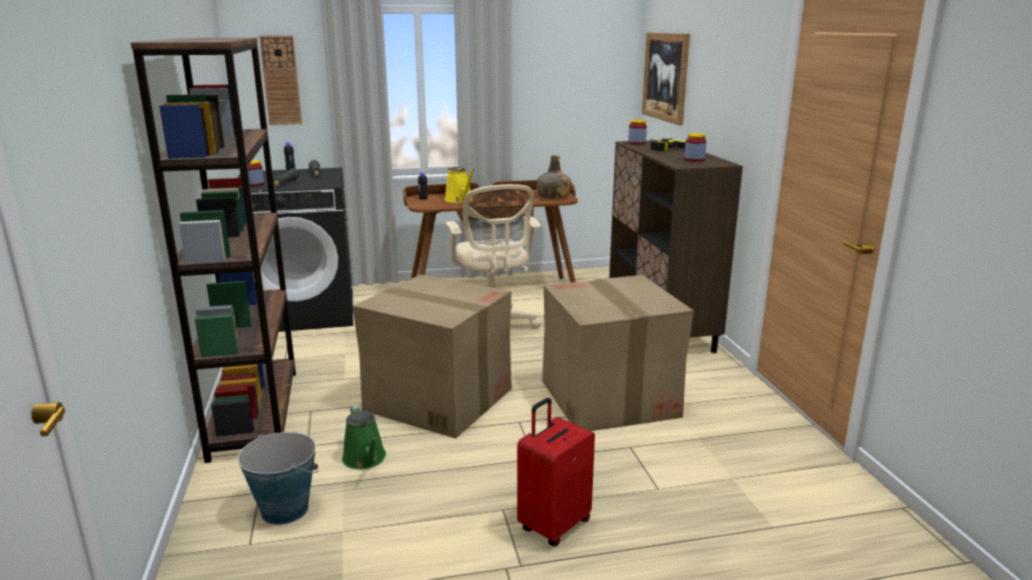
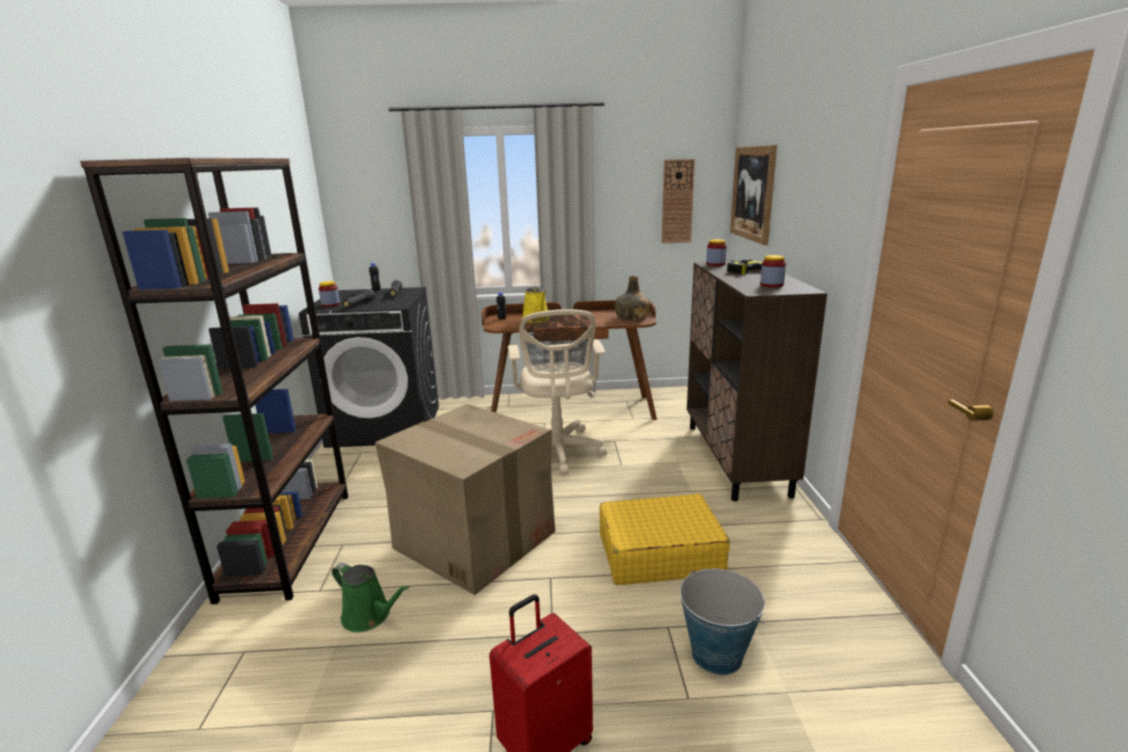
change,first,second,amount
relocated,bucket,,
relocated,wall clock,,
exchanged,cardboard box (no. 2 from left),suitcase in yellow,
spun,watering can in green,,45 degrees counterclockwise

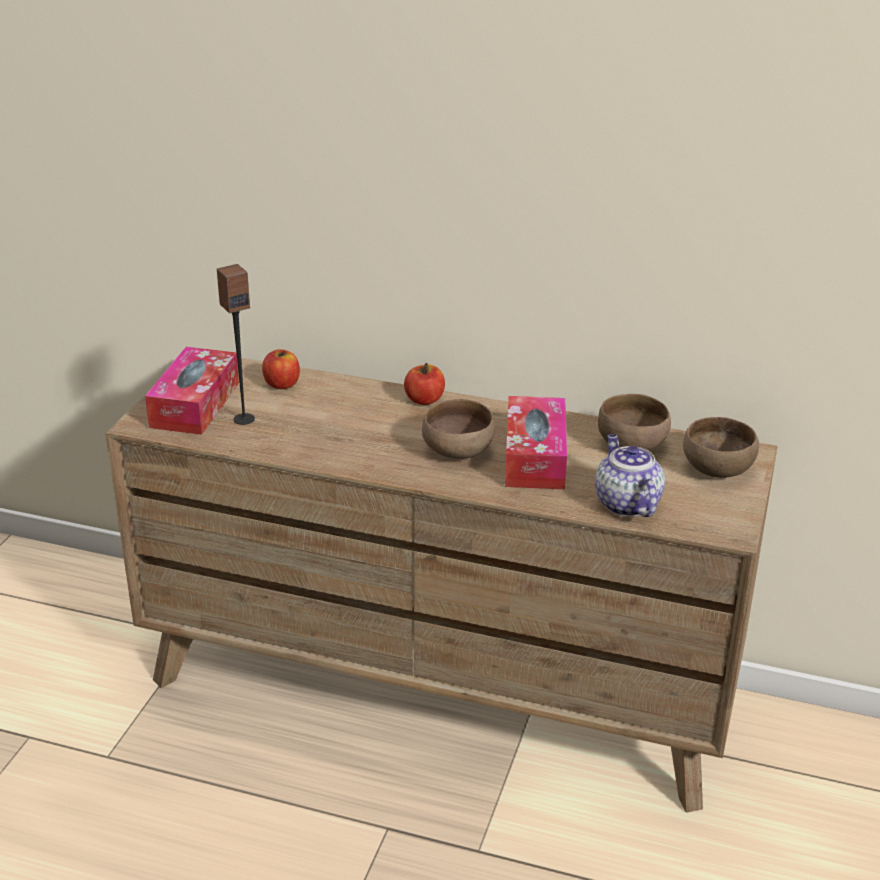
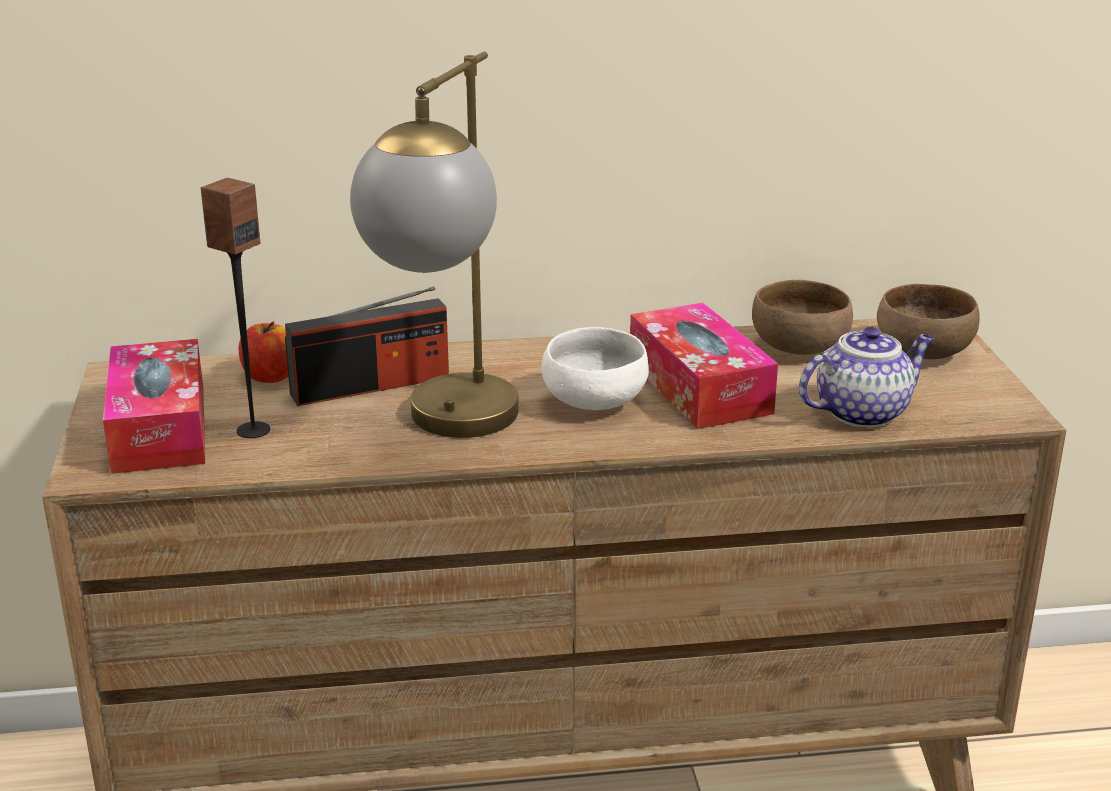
change,first,second,amount
missing,apple (no. 2 from left),,
appeared,,radio,
appeared,,table lamp,
colour,bowl in brown (no. 1 from left),bowl in white,
spun,teapot,,105 degrees clockwise

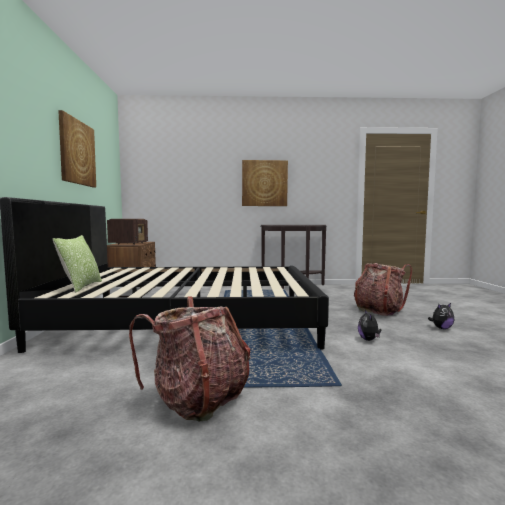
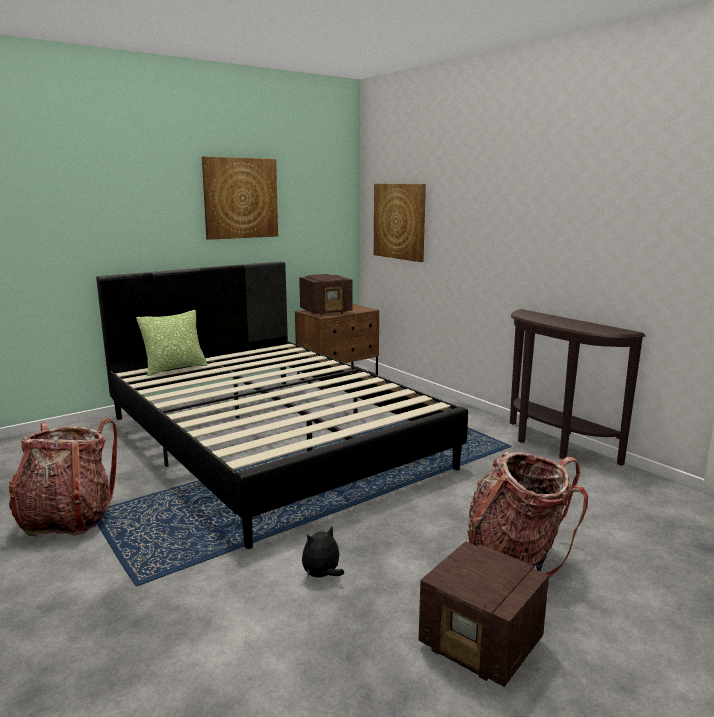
change,first,second,amount
relocated,picture (no. 2 from left),,
exchanged,plush toy (no. 2 from left),radio (no. 2 from left),

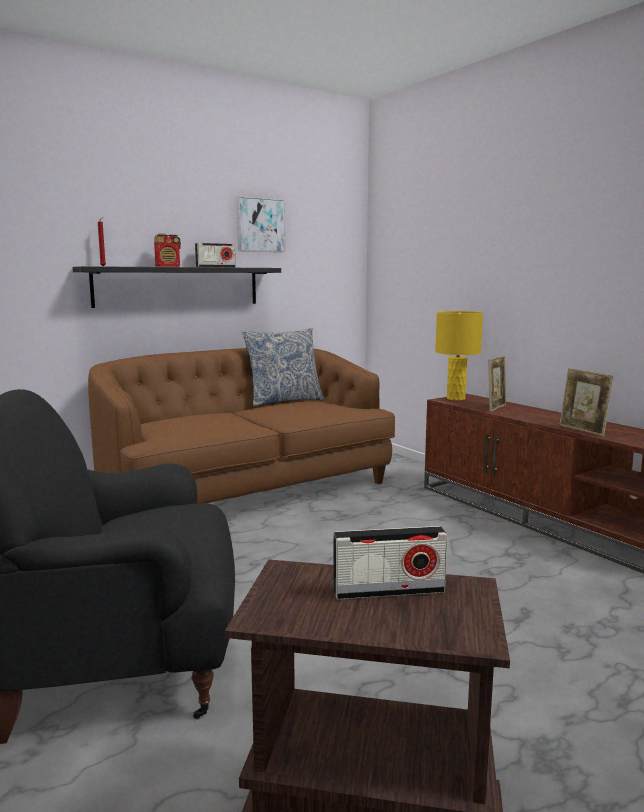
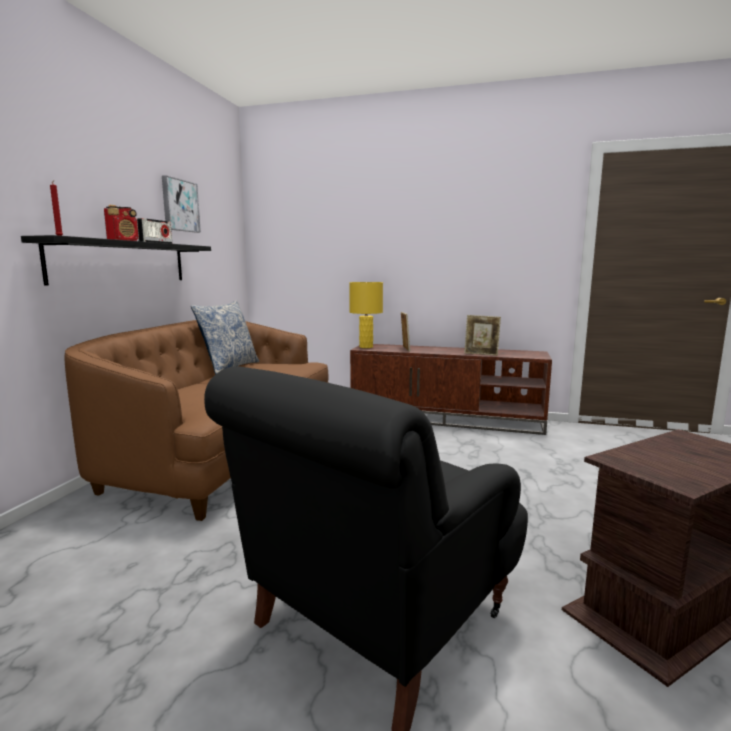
change,first,second,amount
missing,radio (no. 3 from left),,

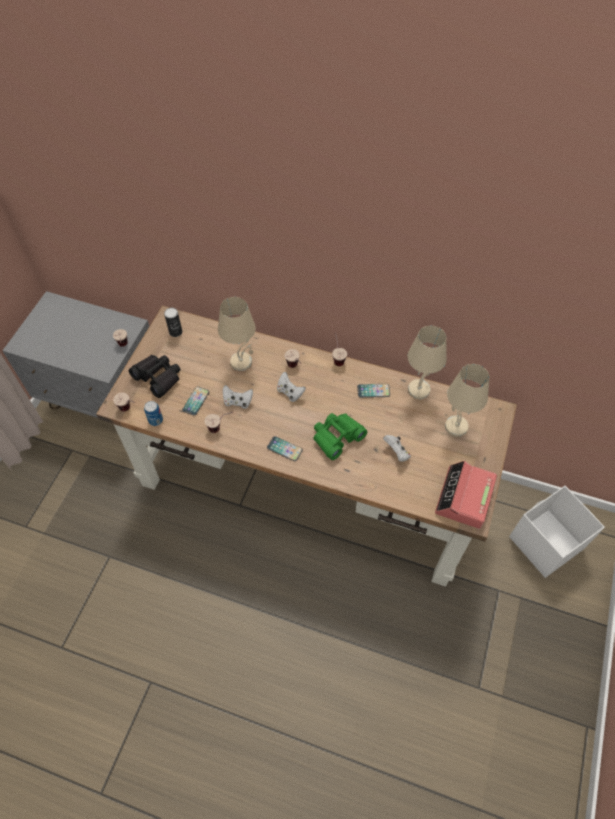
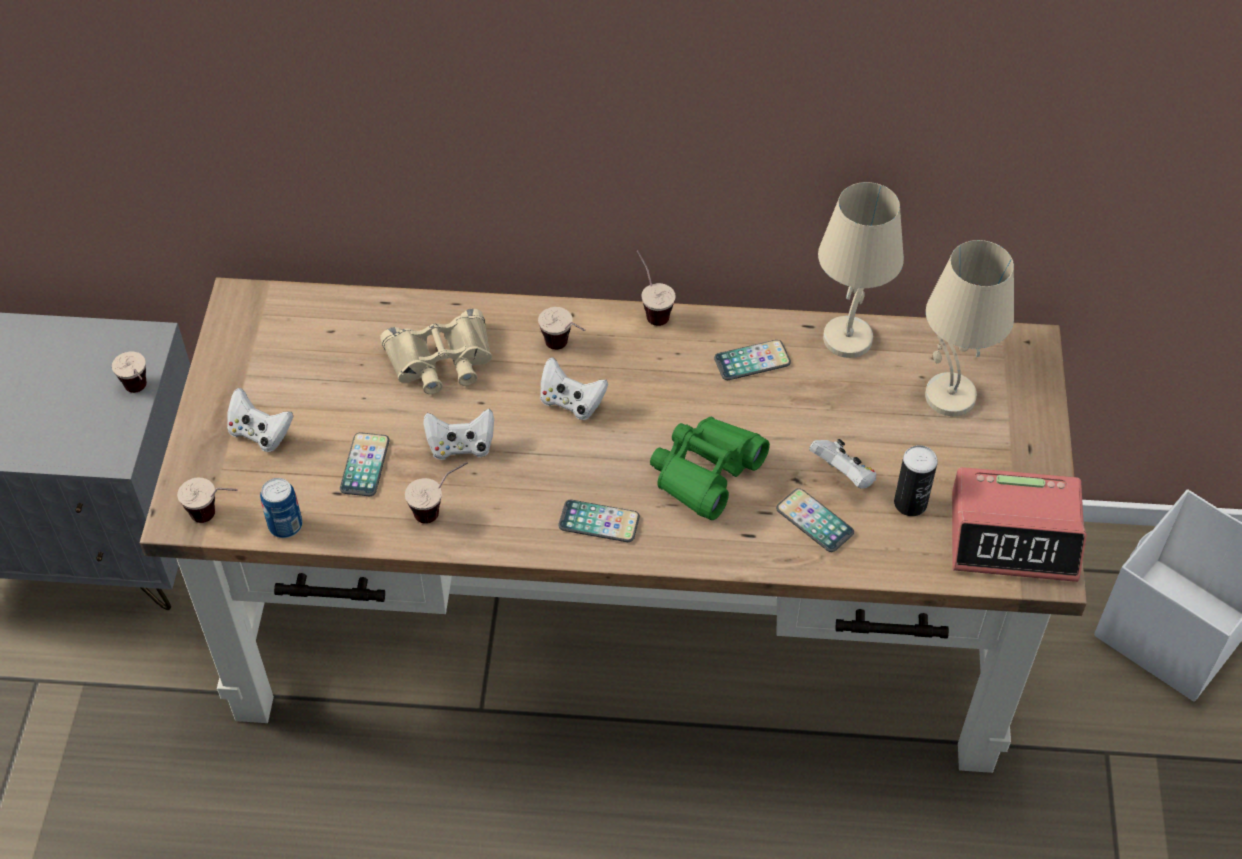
change,first,second,amount
appeared,,phone (no. 4 from left),
relocated,can (no. 2 from left),,
exchanged,binoculars in black,game controller in white (no. 1 from left),
exchanged,table lamp in beige (no. 1 from left),binoculars in beige,
spun,alarm clock,,90 degrees counterclockwise

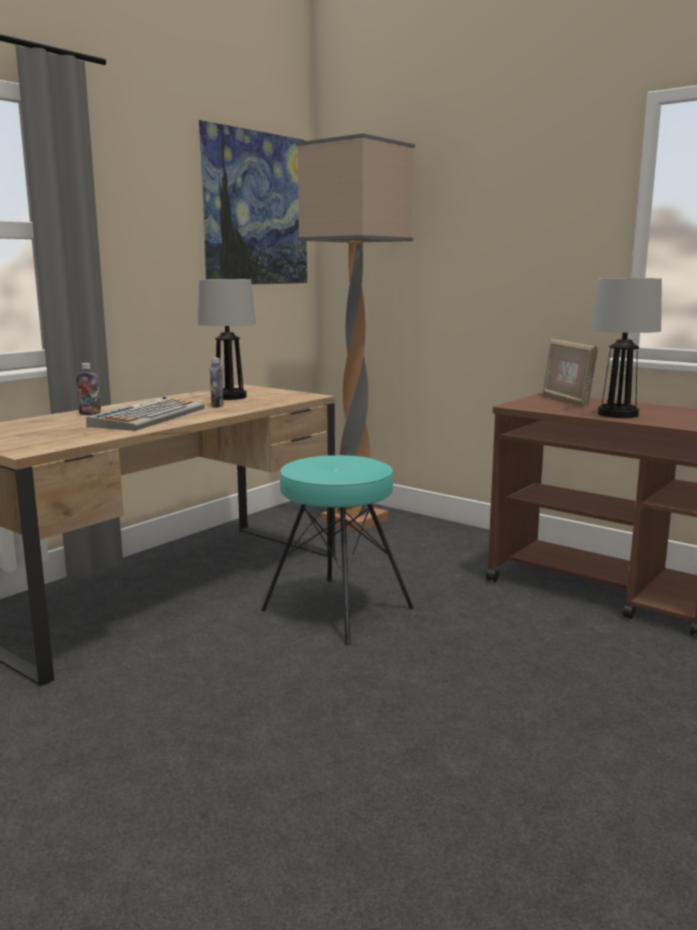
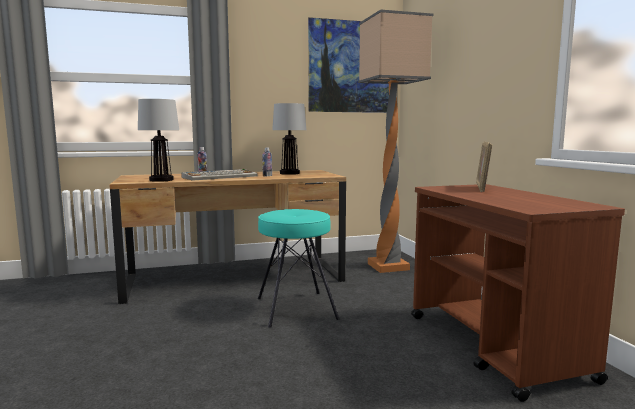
change,first,second,amount
relocated,table lamp (no. 2 from left in the first image),table lamp (no. 1 from left),

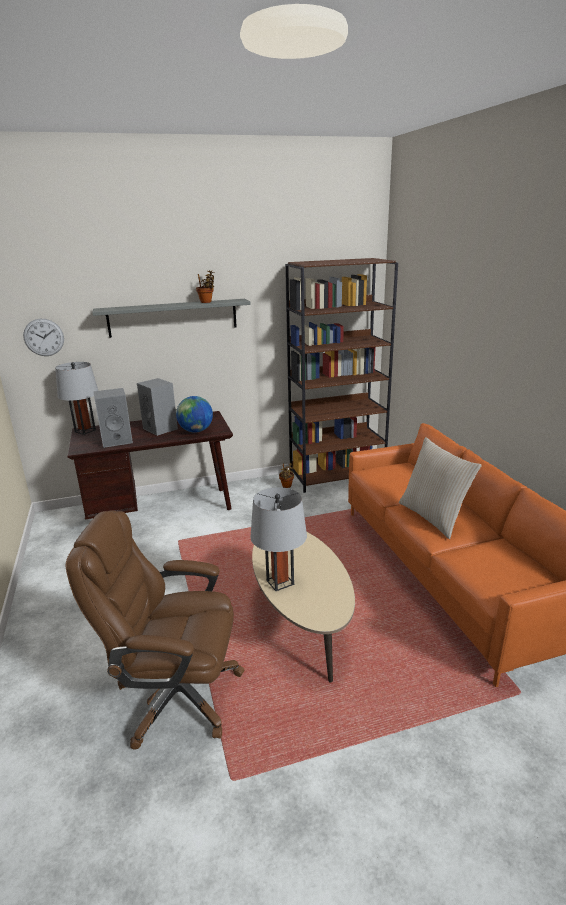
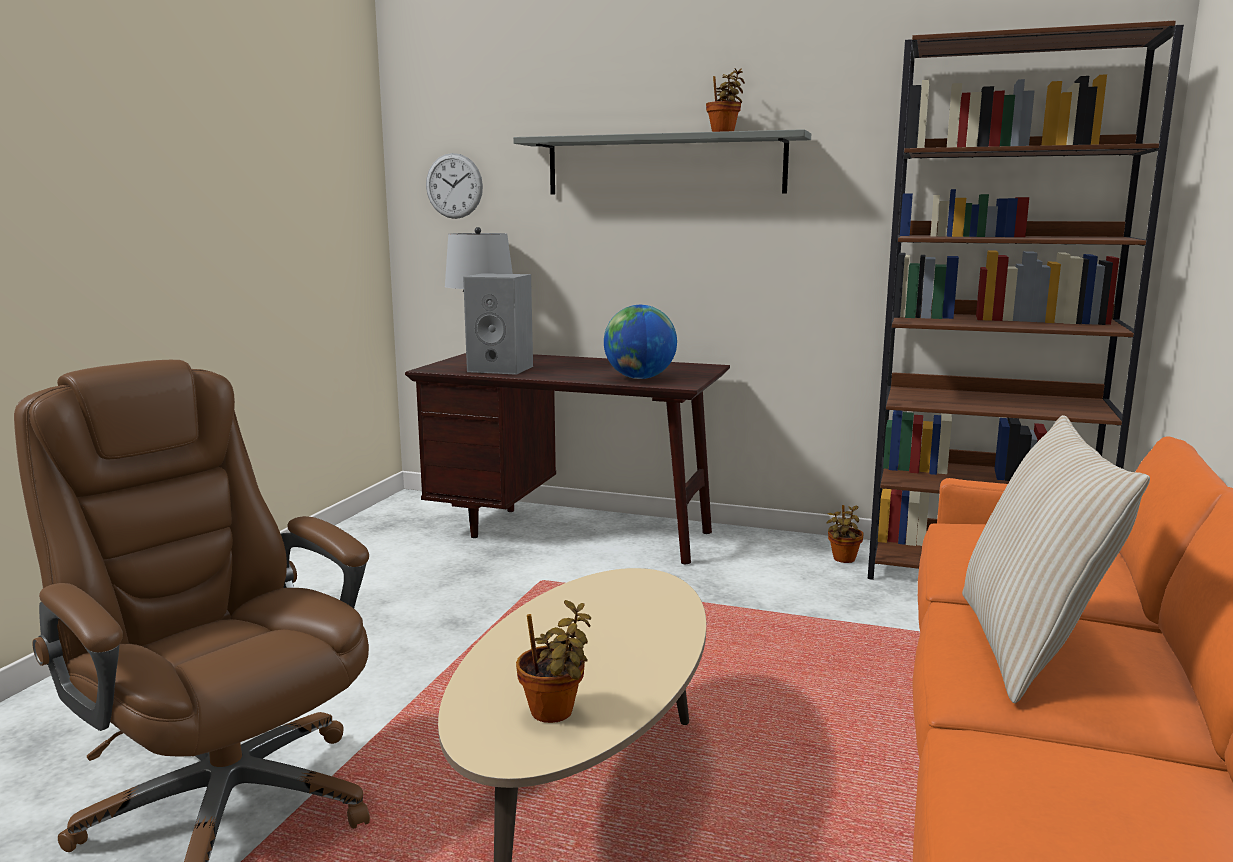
change,first,second,amount
missing,speaker in grey (no. 2 from left),,
missing,table lamp in grey (no. 2 from left),,
appeared,,potted plant (no. 1 from left),

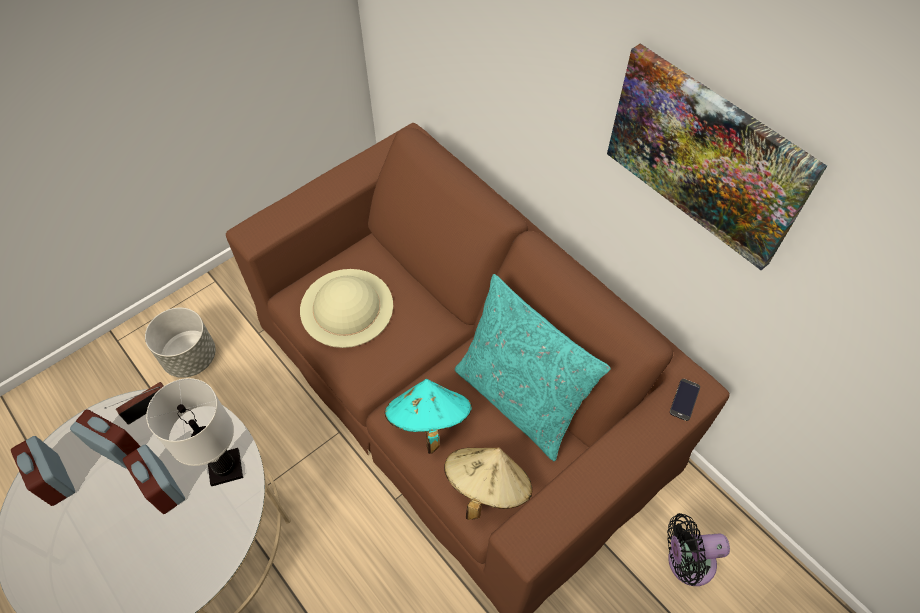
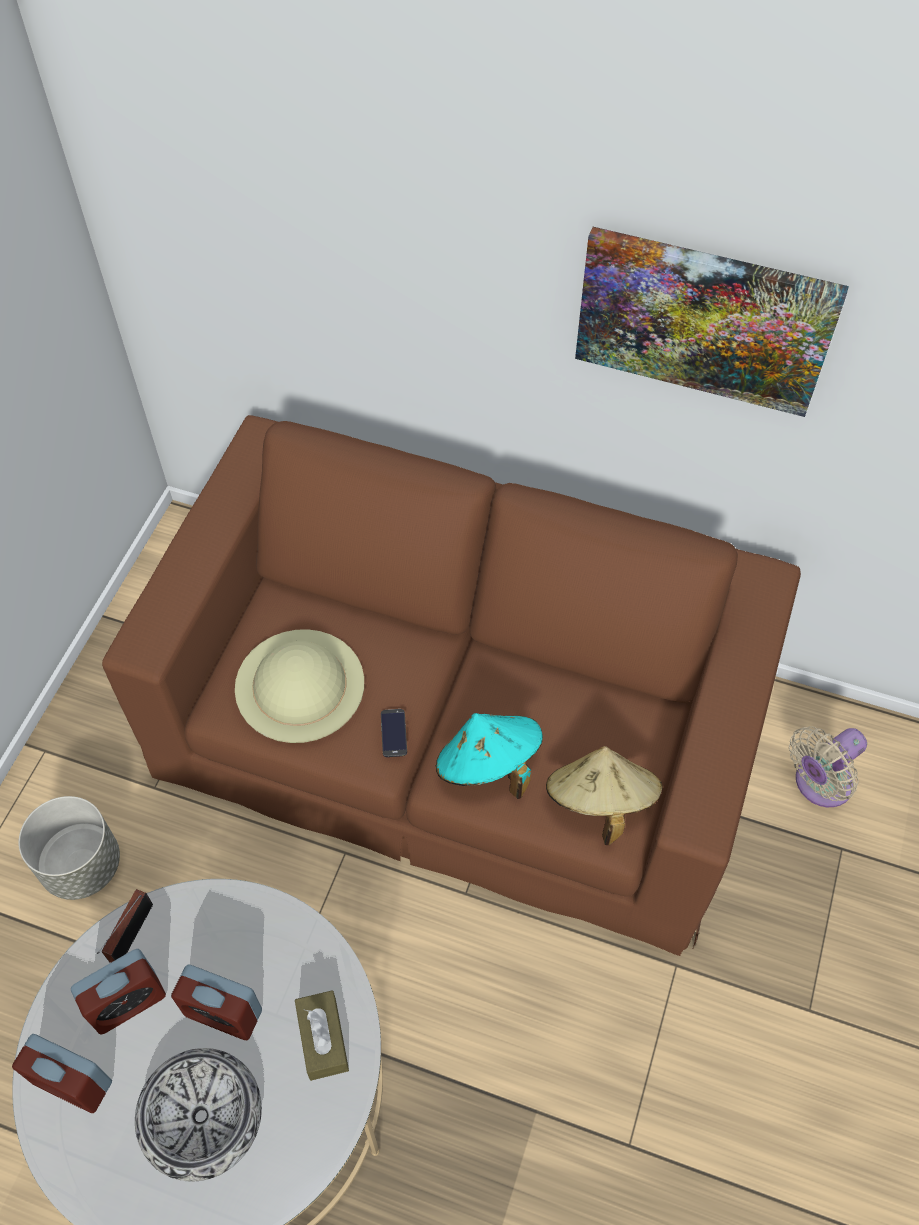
change,first,second,amount
missing,table lamp in white,,
missing,pillow in turquoise,,
appeared,,bowl,
appeared,,tissue box in brown,
relocated,phone,,
colour,fan in black,fan in beige,
spun,alarm clock (no. 2 from left),,150 degrees clockwise

